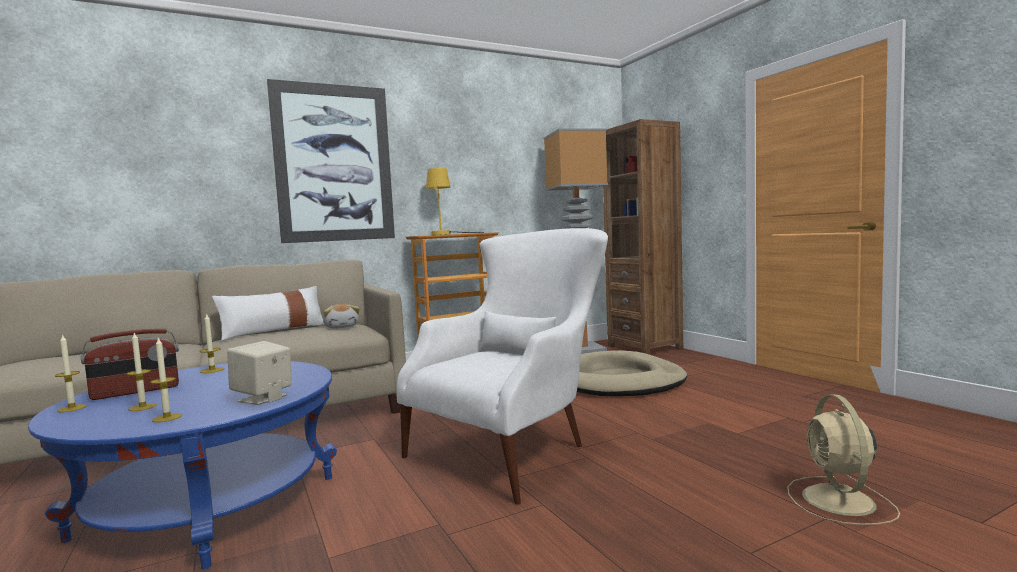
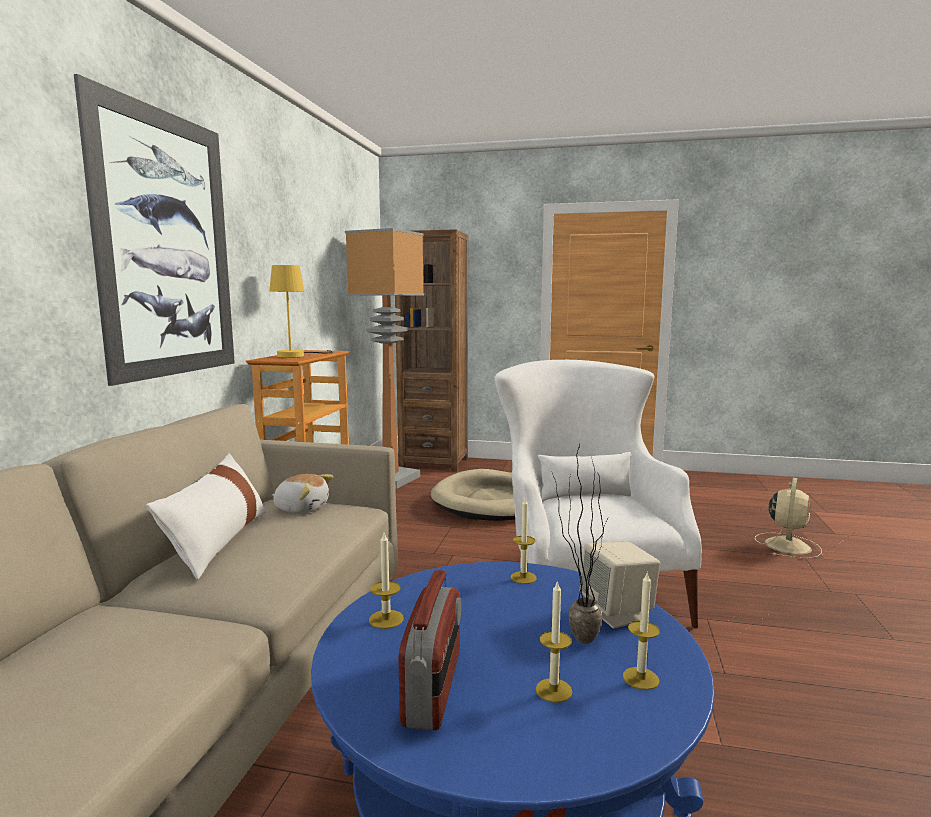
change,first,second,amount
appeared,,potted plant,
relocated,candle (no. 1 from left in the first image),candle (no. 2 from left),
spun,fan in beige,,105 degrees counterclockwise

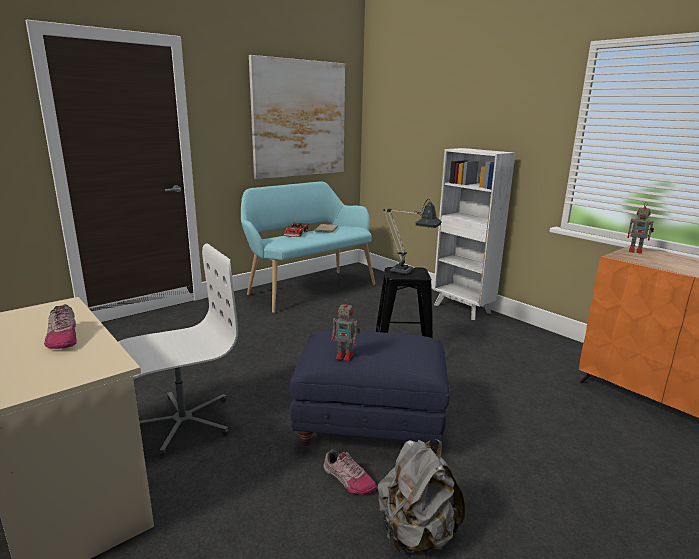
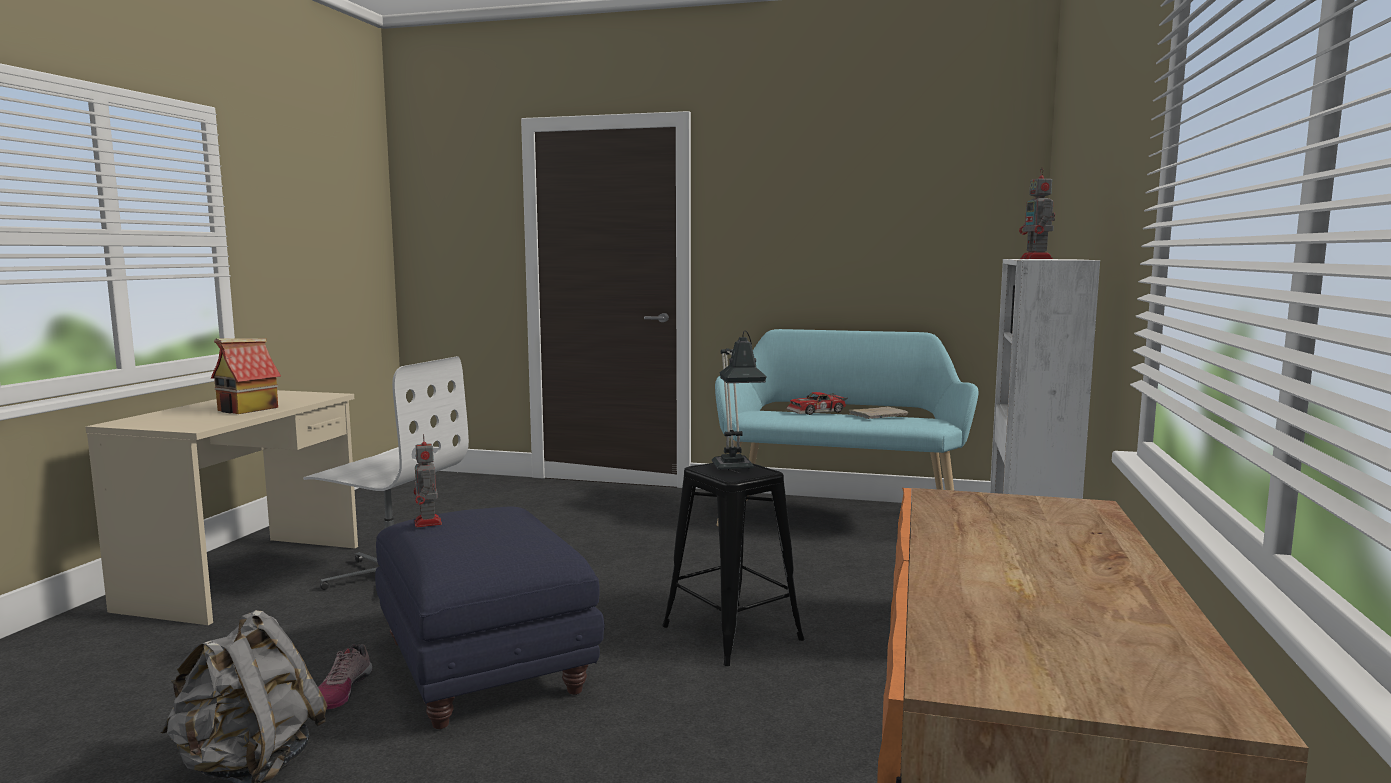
change,first,second,amount
missing,picture,,
relocated,toy robot (no. 2 from left),,
exchanged,shoe (no. 1 from left),toy house,

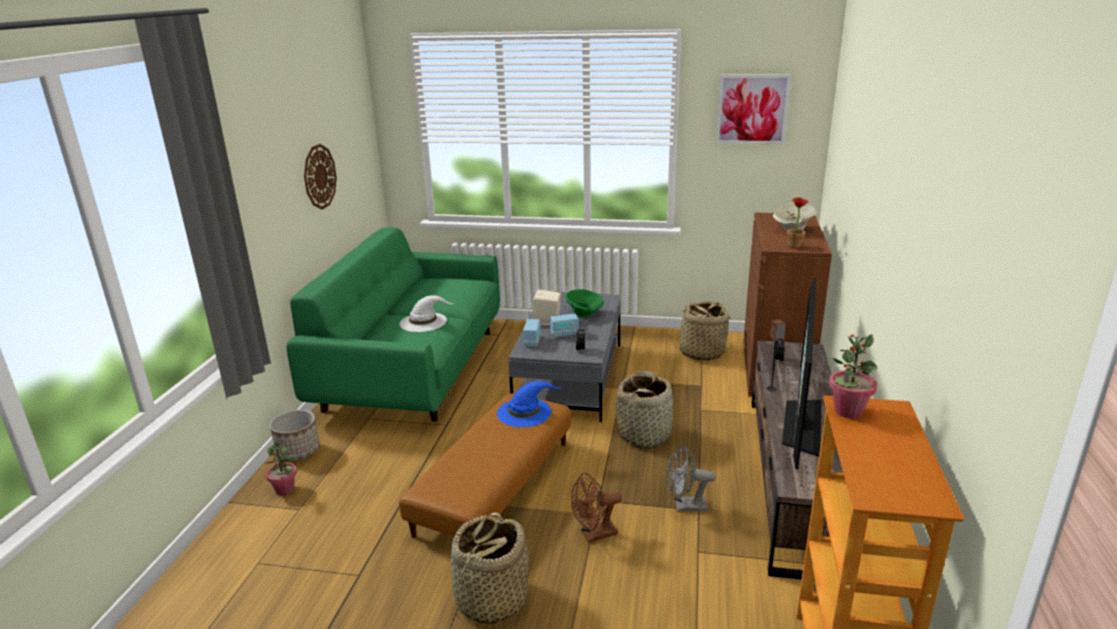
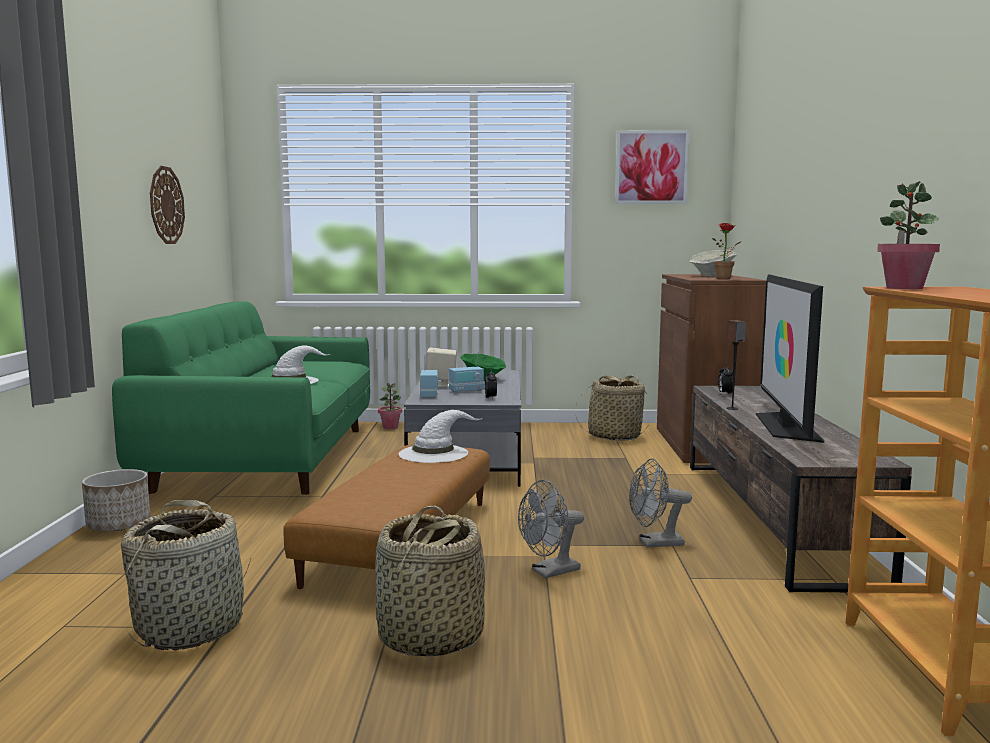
change,first,second,amount
relocated,potted plant (no. 1 from left),,
relocated,basket (no. 2 from left in the first image),basket (no. 1 from left),
colour,hat in blue,hat in white (no. 2 from left),
colour,fan in brown,fan in grey (no. 1 from left),

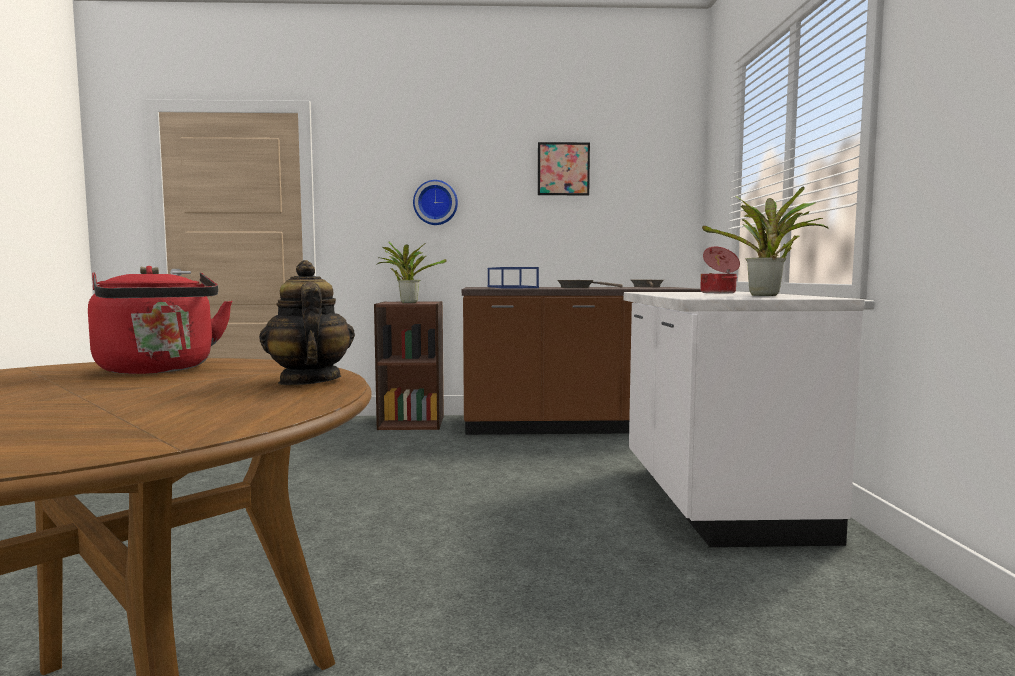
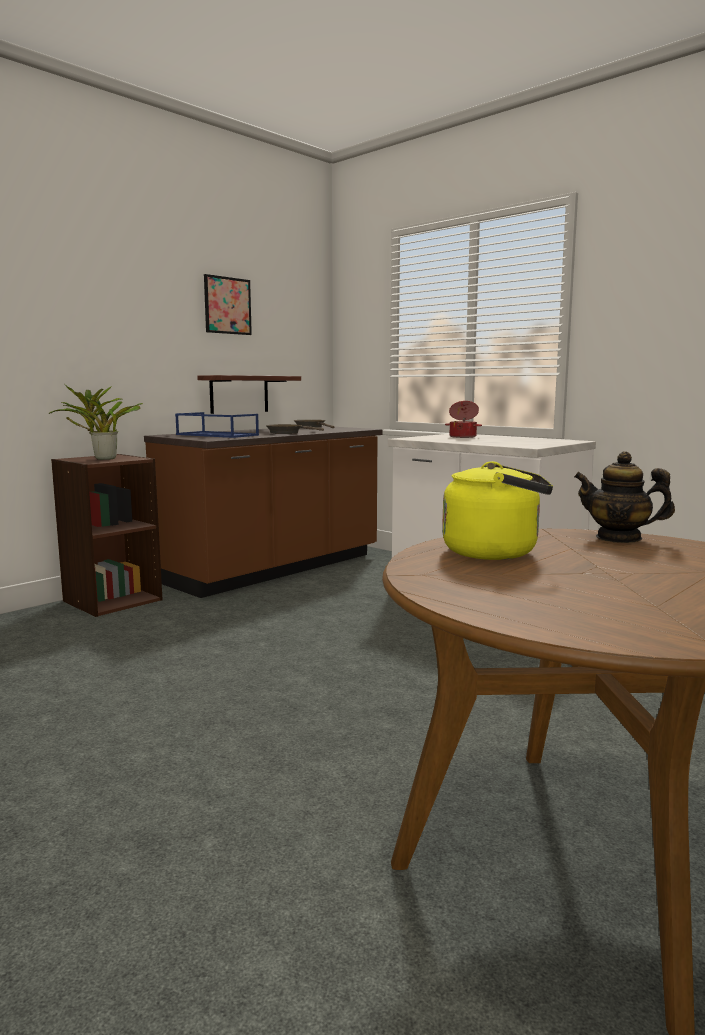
change,first,second,amount
missing,wall clock,,
missing,potted plant (no. 2 from left),,
appeared,,shelf,
colour,kettle in red,kettle in yellow,

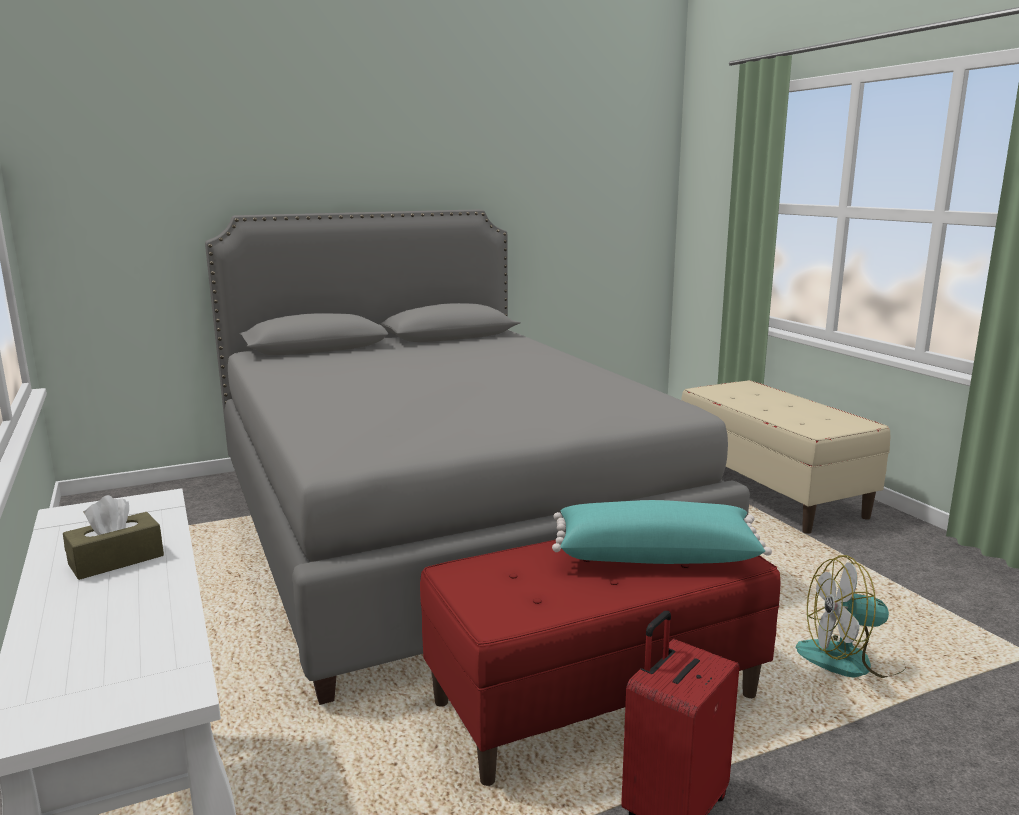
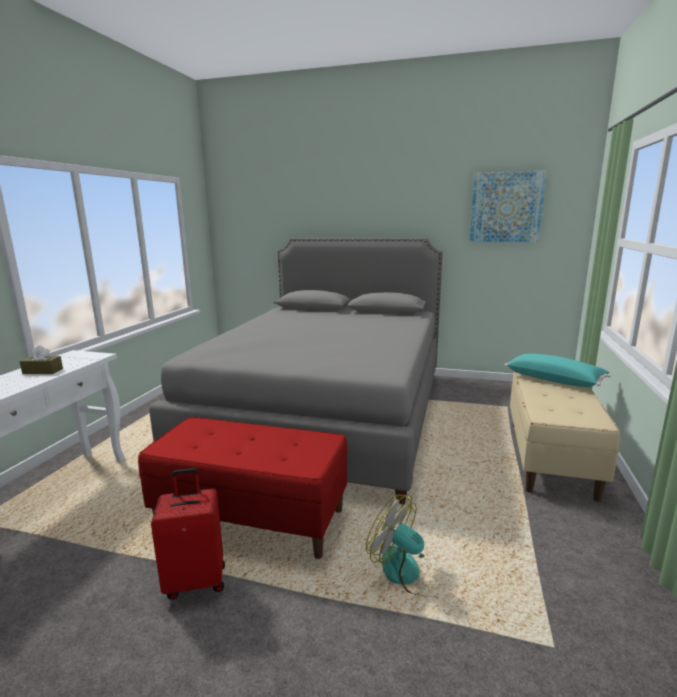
change,first,second,amount
appeared,,picture,
relocated,pillow in turquoise,,

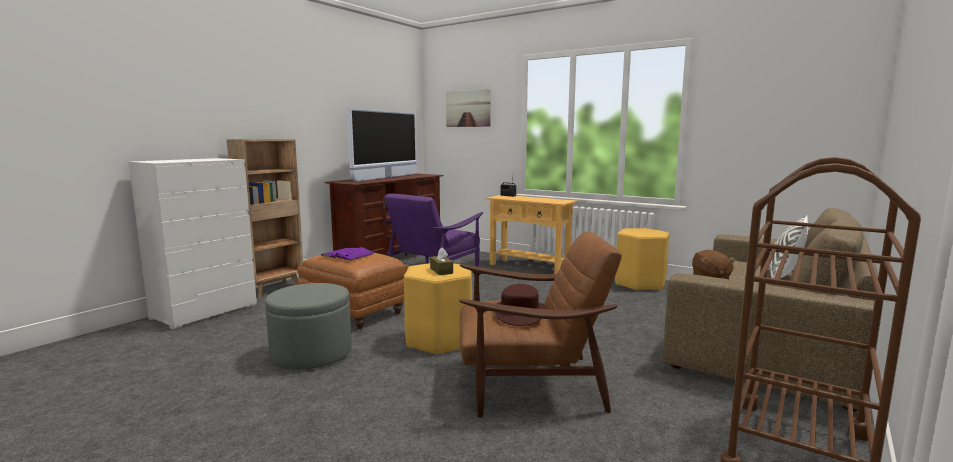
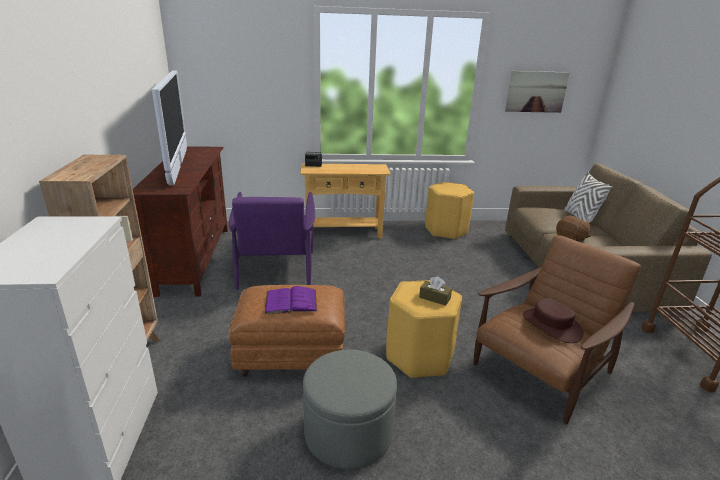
change,first,second,amount
relocated,picture,,

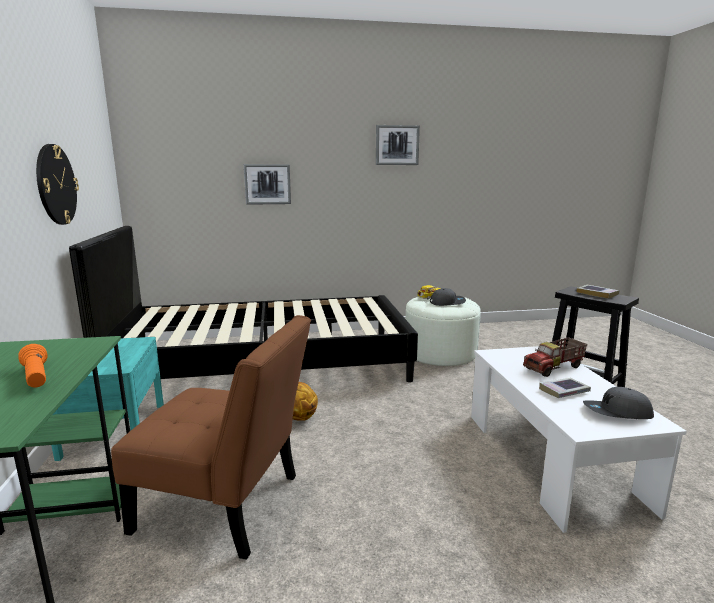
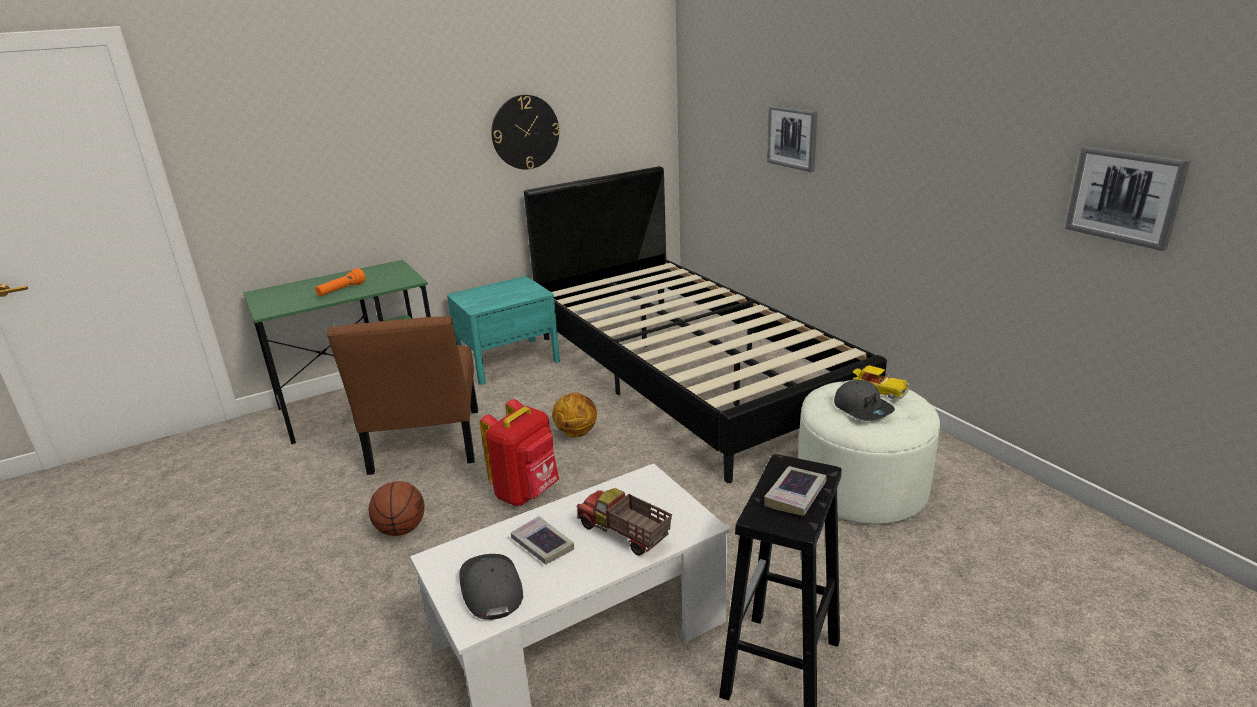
change,first,second,amount
appeared,,basketball (no. 1 from left),
appeared,,backpack in red,
relocated,picture (no. 2 from left),,

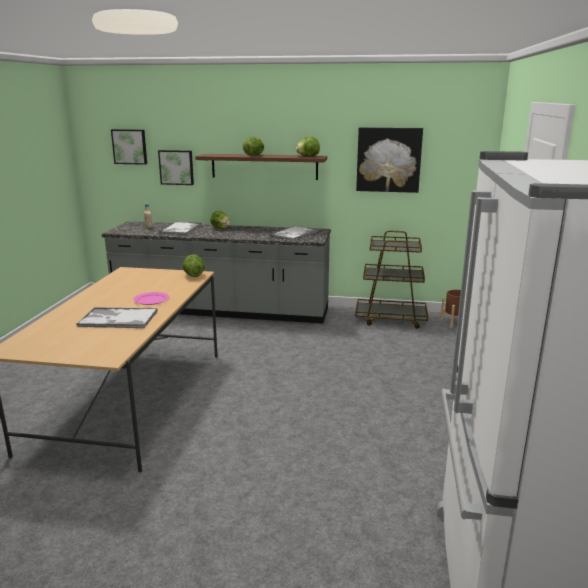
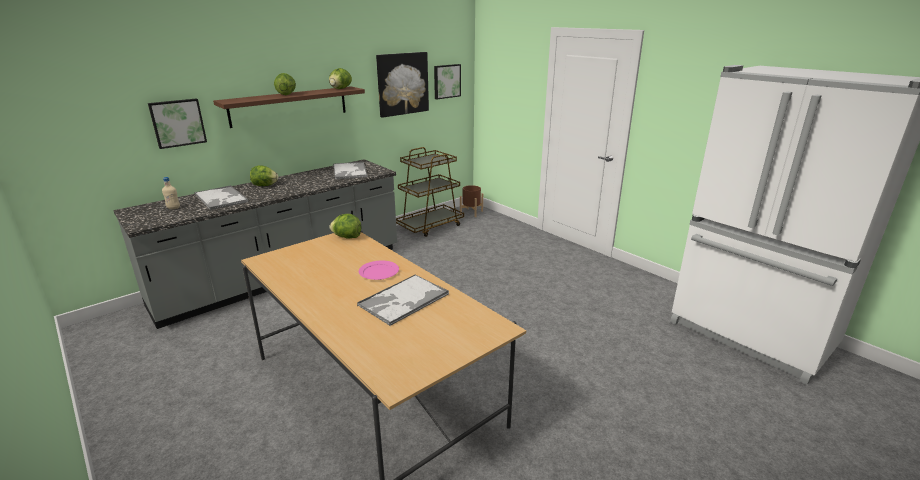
change,first,second,amount
relocated,picture (no. 1 from left in the first image),picture (no. 3 from left),

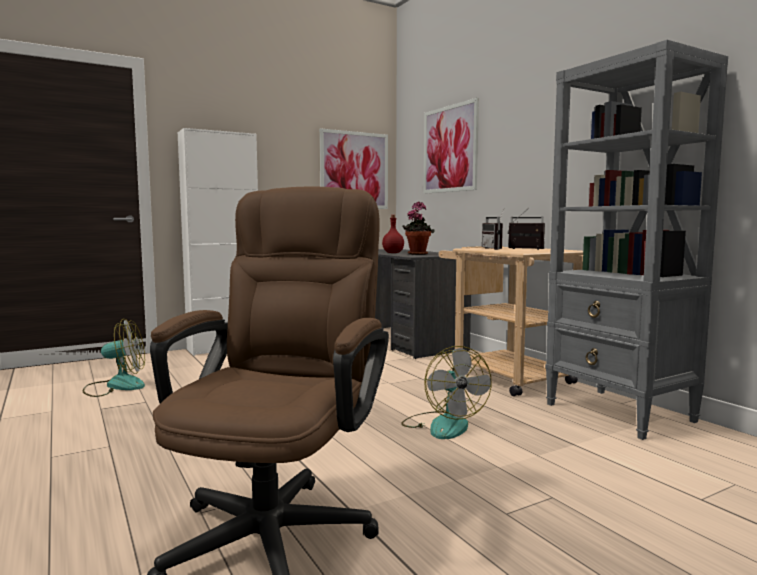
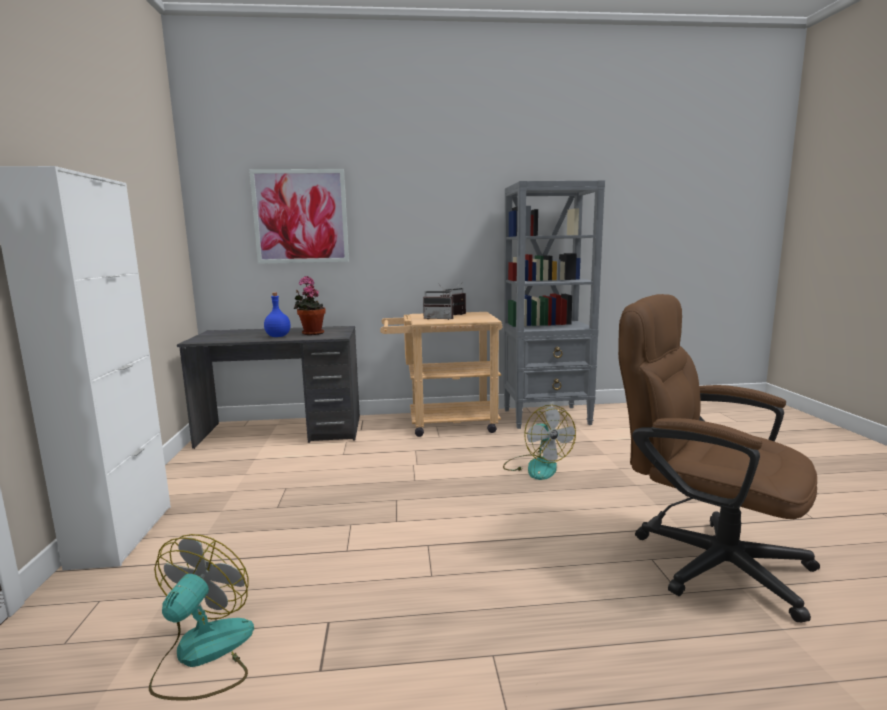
change,first,second,amount
missing,picture (no. 1 from left),,
colour,bottle in red,bottle in blue,
spun,fan (no. 2 from left),,60 degrees clockwise

